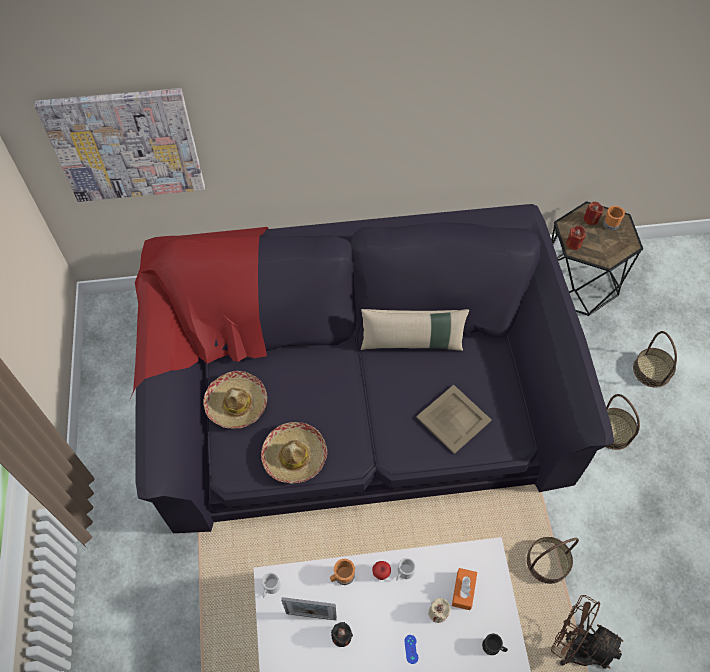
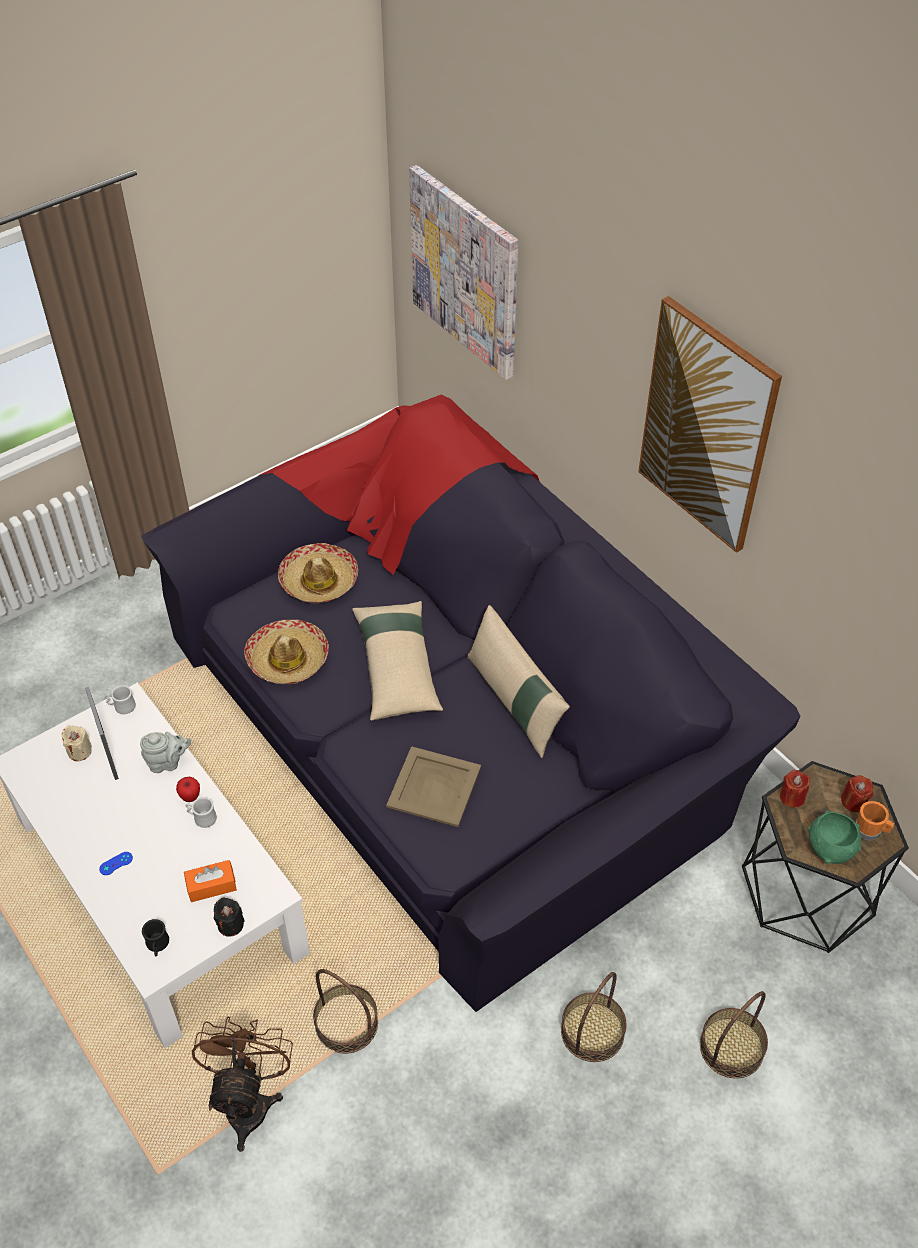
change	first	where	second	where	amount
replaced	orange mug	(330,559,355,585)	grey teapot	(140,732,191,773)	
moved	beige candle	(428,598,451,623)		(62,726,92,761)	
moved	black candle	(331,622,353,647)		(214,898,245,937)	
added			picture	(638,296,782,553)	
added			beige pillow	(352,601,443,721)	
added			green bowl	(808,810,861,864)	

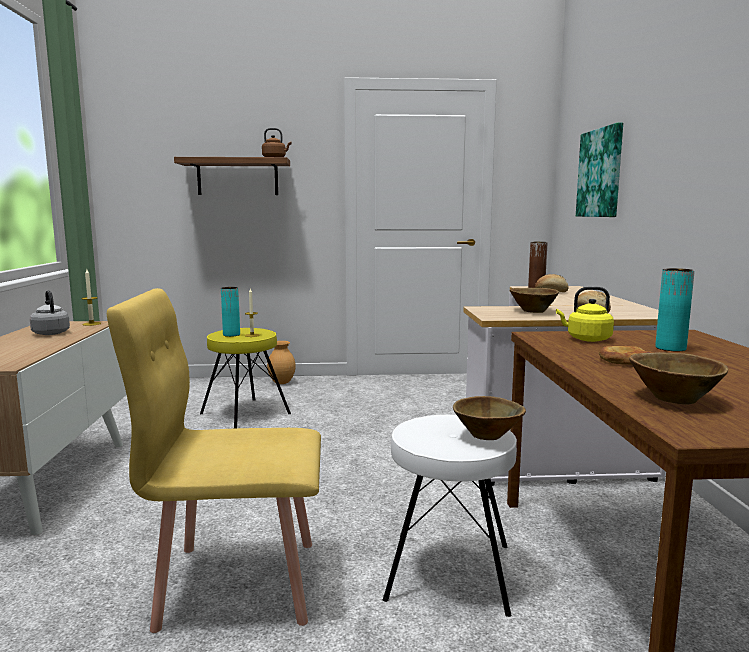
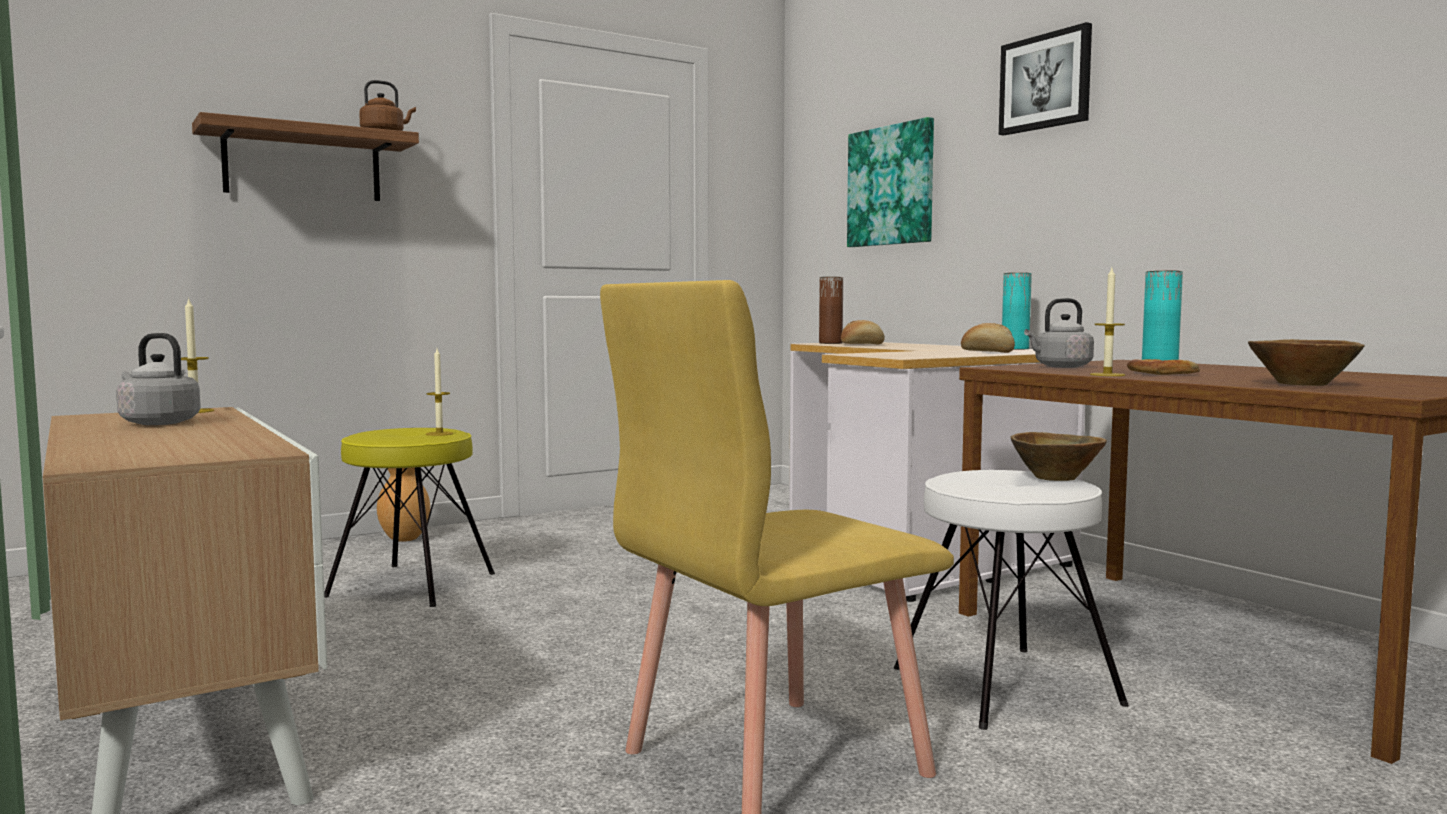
change	first	where	second	where	amount
recoloured	yellow kettle	(556,286,614,342)	grey kettle	(1024,298,1094,368)	
moved	turquoise vase	(221,287,240,337)		(1002,273,1032,350)	
removed	brown bowl	(510,288,559,313)			
added			picture	(999,22,1092,135)	
added			candle	(1090,268,1125,376)	

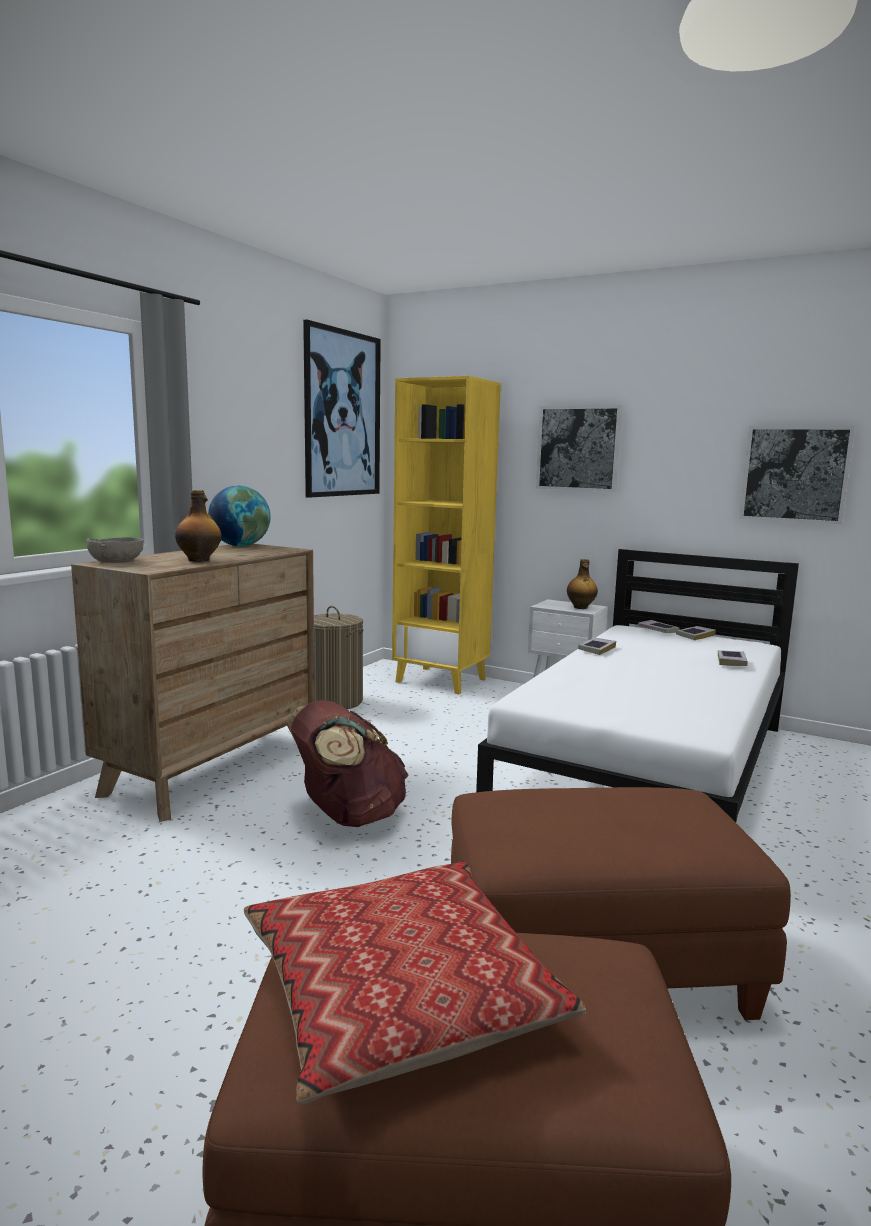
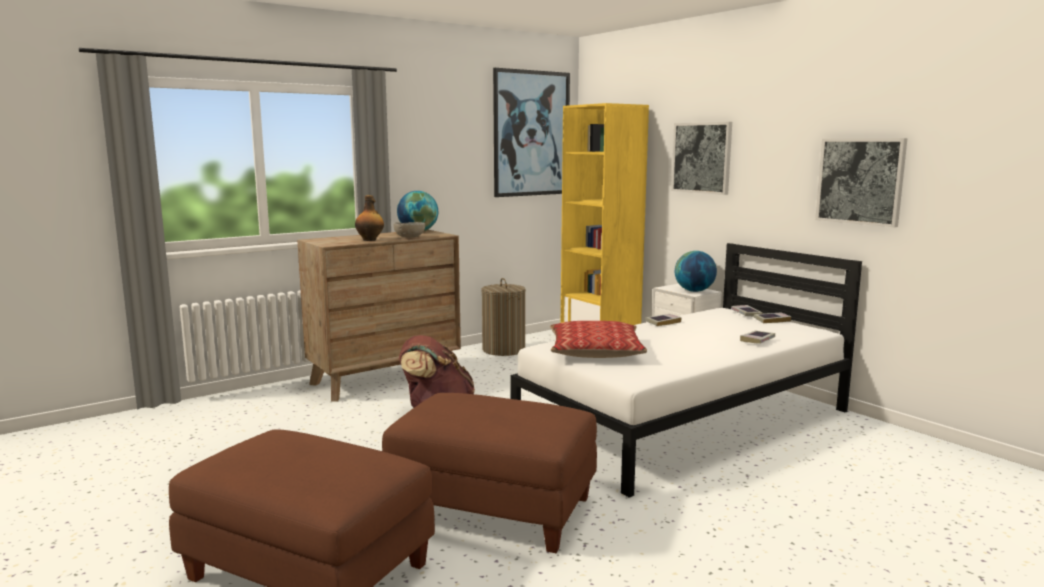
change	first	where	second	where	amount
moved	grey bowl	(86,537,144,563)		(394,222,425,237)	
replaced	bottle	(567,559,598,609)	globe	(675,251,717,292)	
moved	pillow	(244,861,586,1104)		(550,321,647,358)	

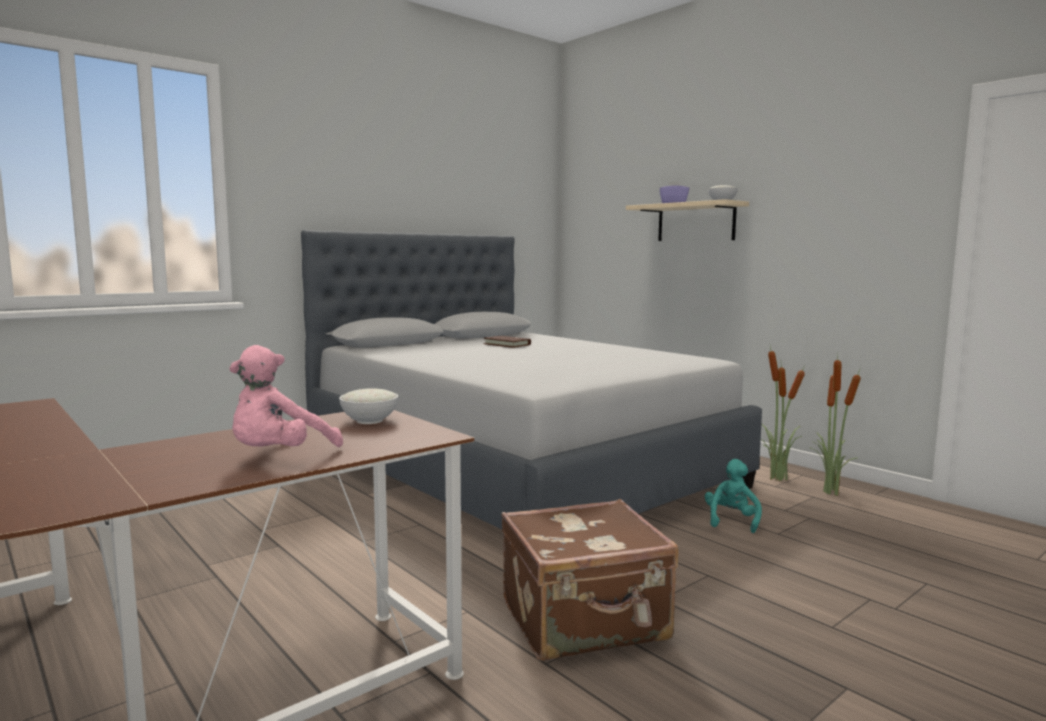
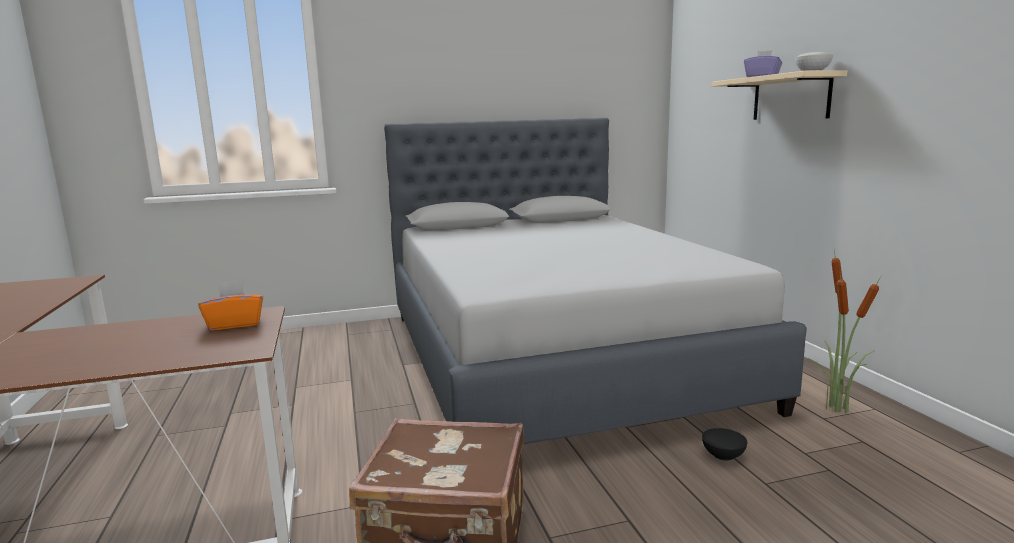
change	first	where	second	where	amount
removed	brown book	(484,336,531,348)			
removed	pink plush toy	(229,345,343,447)			
removed	potted plant	(809,357,861,496)			
replaced	white bowl	(339,388,398,424)	orange tissue box	(198,279,263,331)	
replaced	turquoise plush toy	(705,459,762,533)	black bowl	(702,428,747,461)	

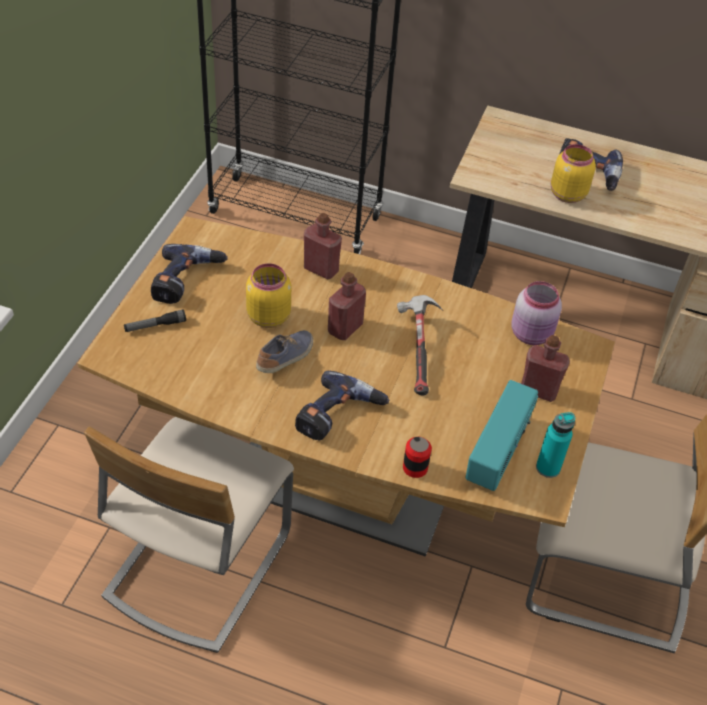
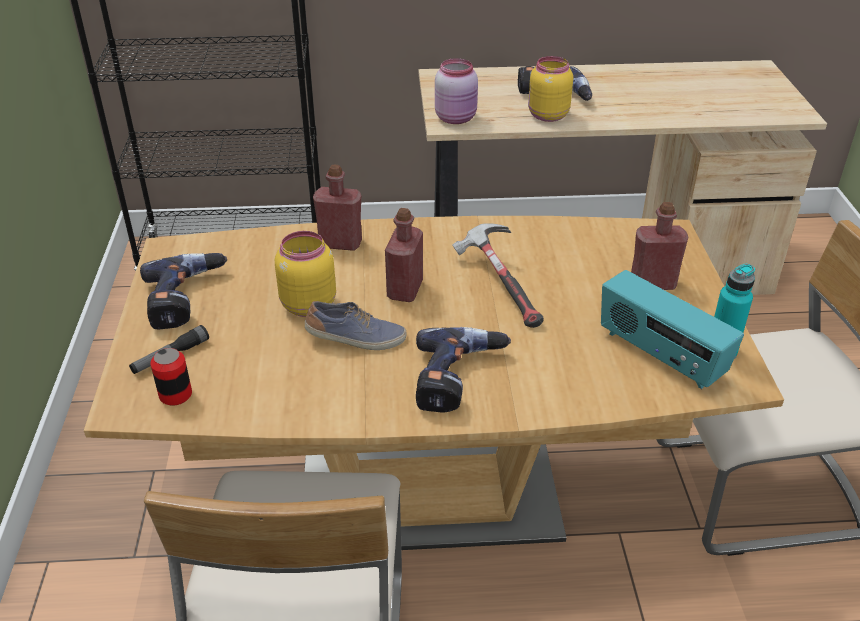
change	first	where	second	where	amount
moved	pink jar	(512,281,562,345)		(435,58,478,124)	
turned	shoe	(256,330,313,373)		(305,301,407,350)	75 degrees clockwise
turned	radio	(465,380,538,491)		(601,270,744,389)	135 degrees clockwise
moved	can	(403,437,432,478)		(150,348,192,406)	

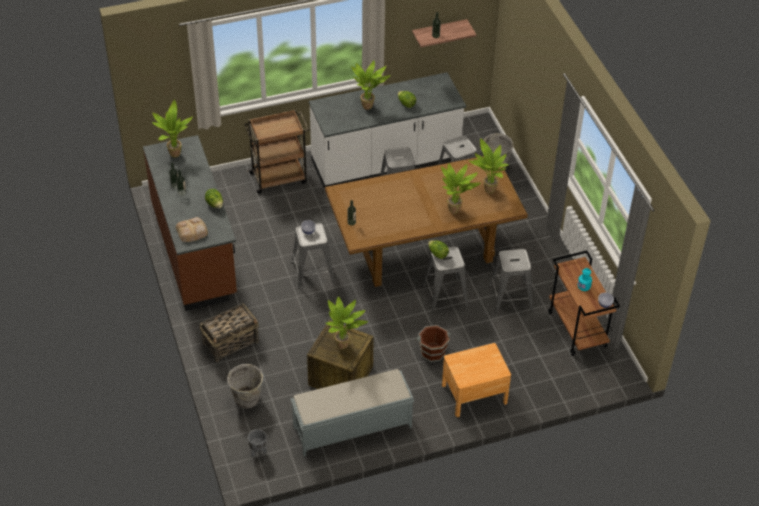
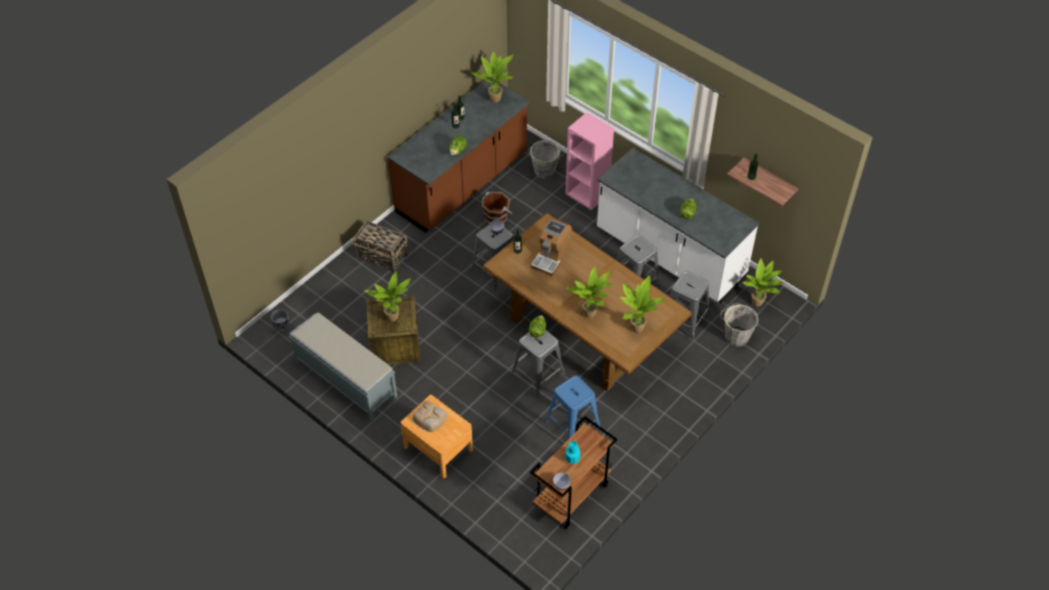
change	first	where	second	where	amount
moved	potted plant	(351,61,391,110)		(742,259,784,307)	
replaced	brown cart	(244,110,309,194)	pink bookcase	(565,112,614,210)	
moved	bread	(176,217,208,242)		(412,400,447,432)	
recoloured	grey stool	(489,249,532,314)	blue stool	(545,375,600,438)	
moved	brown bucket	(415,325,451,362)		(482,192,512,223)	
moved	grey bucket	(227,364,265,409)		(528,140,561,179)	
added			coffee machine	(531,218,572,276)	

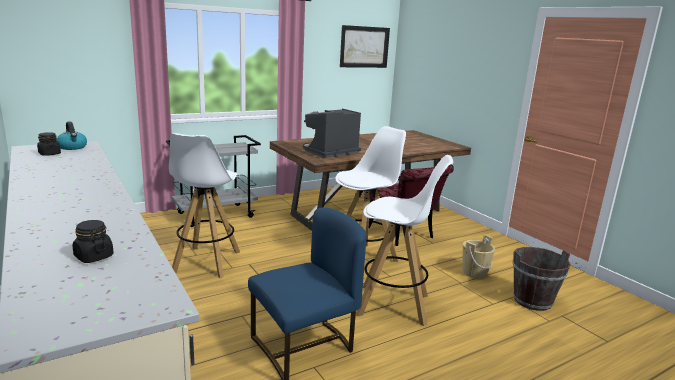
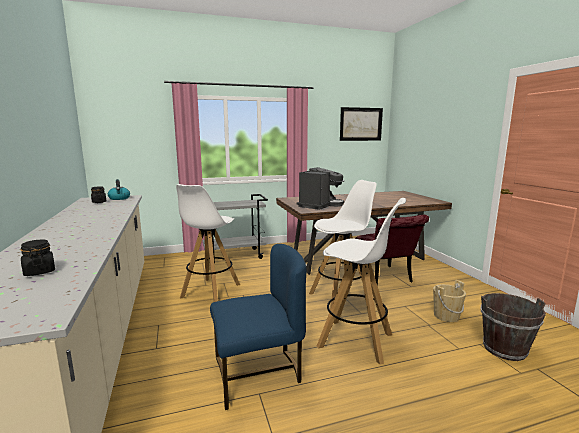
change	first	where	second	where	amount
turned	coffee machine	(303,109,361,158)		(297,167,345,210)	150 degrees clockwise

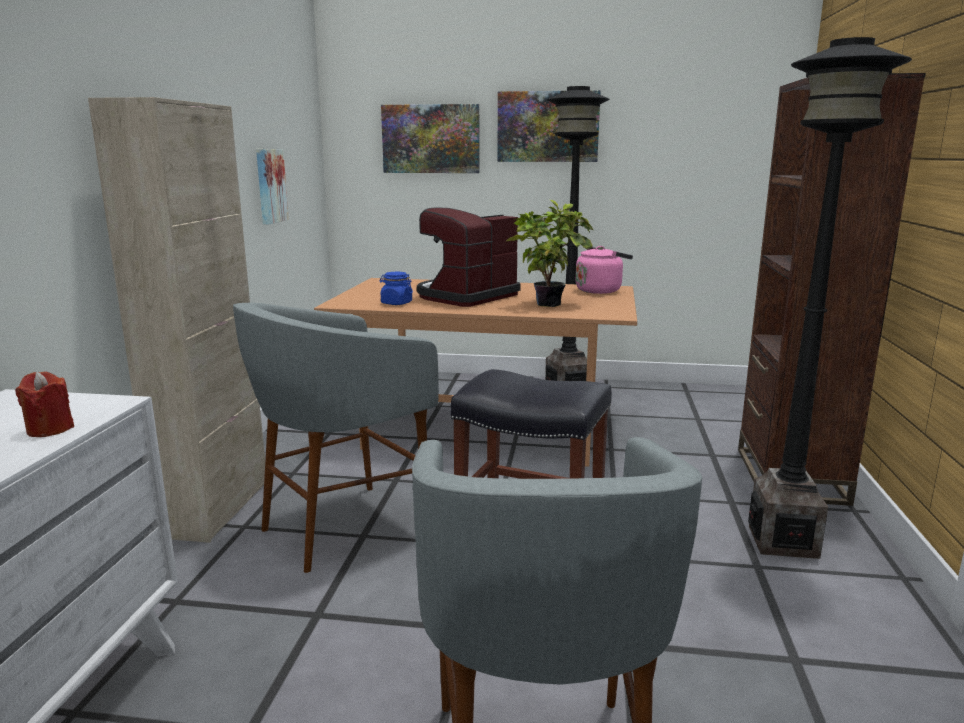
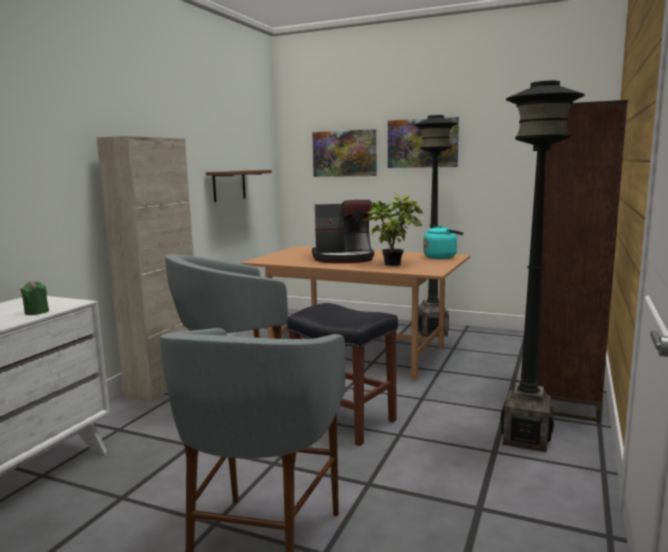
change	first	where	second	where	amount
replaced	picture	(256,149,289,224)	brown shelf	(206,170,272,202)	
turned	coffee machine	(417,207,520,307)		(312,200,374,263)	150 degrees counterclockwise
recoloured	pink kettle	(575,246,633,294)	turquoise kettle	(423,225,464,259)	
removed	blue jar	(379,272,413,305)			
recoloured	red candle	(15,372,74,437)	green candle	(21,281,49,315)	

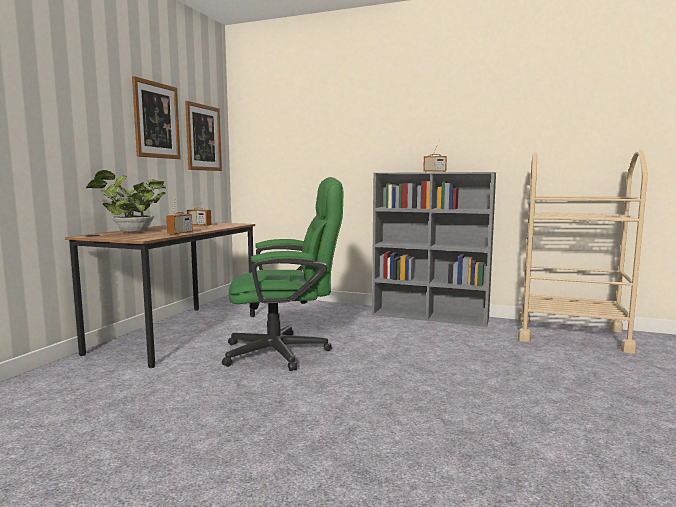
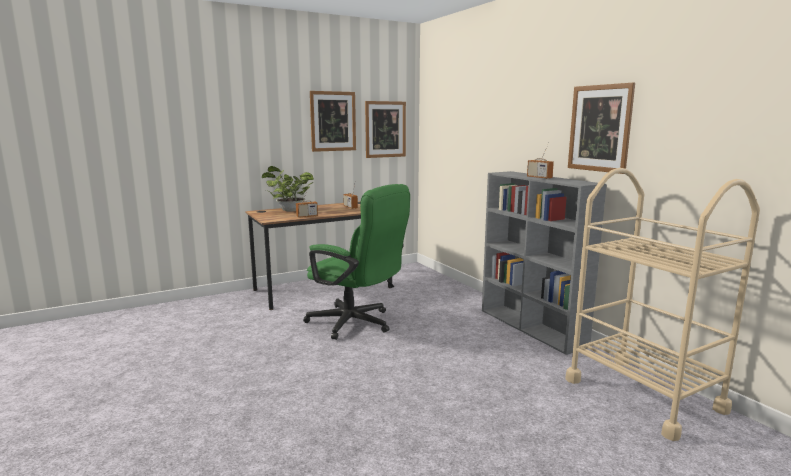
change	first	where	second	where	amount
added			picture	(568,83,635,174)	

